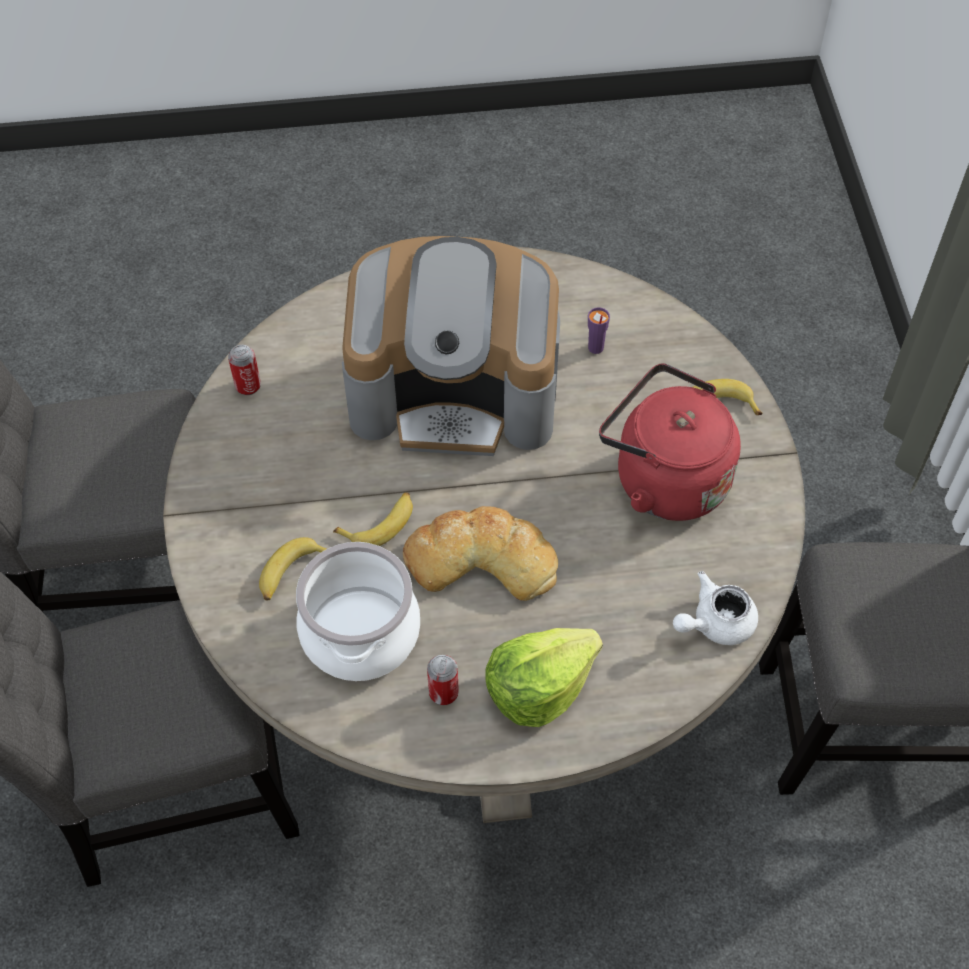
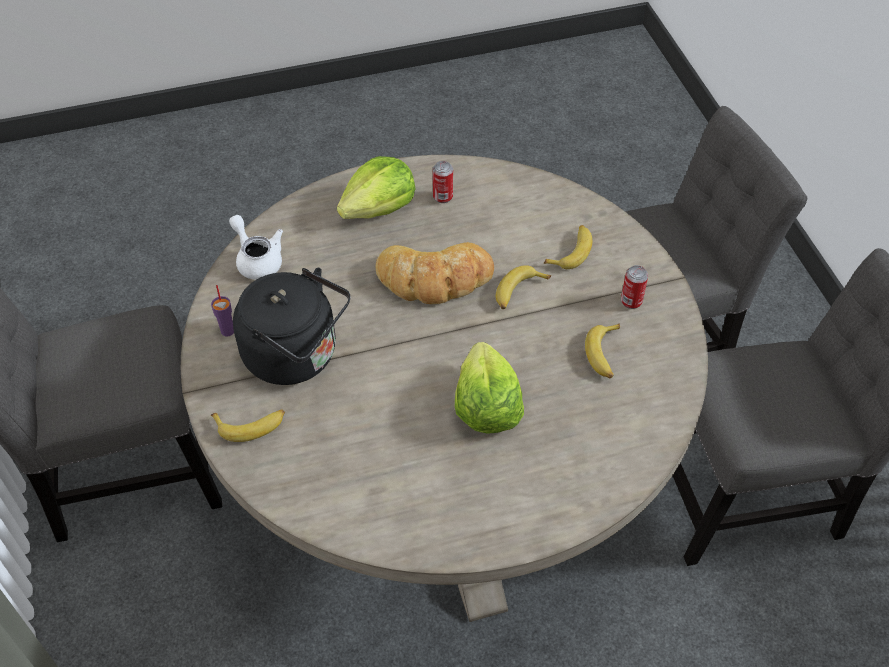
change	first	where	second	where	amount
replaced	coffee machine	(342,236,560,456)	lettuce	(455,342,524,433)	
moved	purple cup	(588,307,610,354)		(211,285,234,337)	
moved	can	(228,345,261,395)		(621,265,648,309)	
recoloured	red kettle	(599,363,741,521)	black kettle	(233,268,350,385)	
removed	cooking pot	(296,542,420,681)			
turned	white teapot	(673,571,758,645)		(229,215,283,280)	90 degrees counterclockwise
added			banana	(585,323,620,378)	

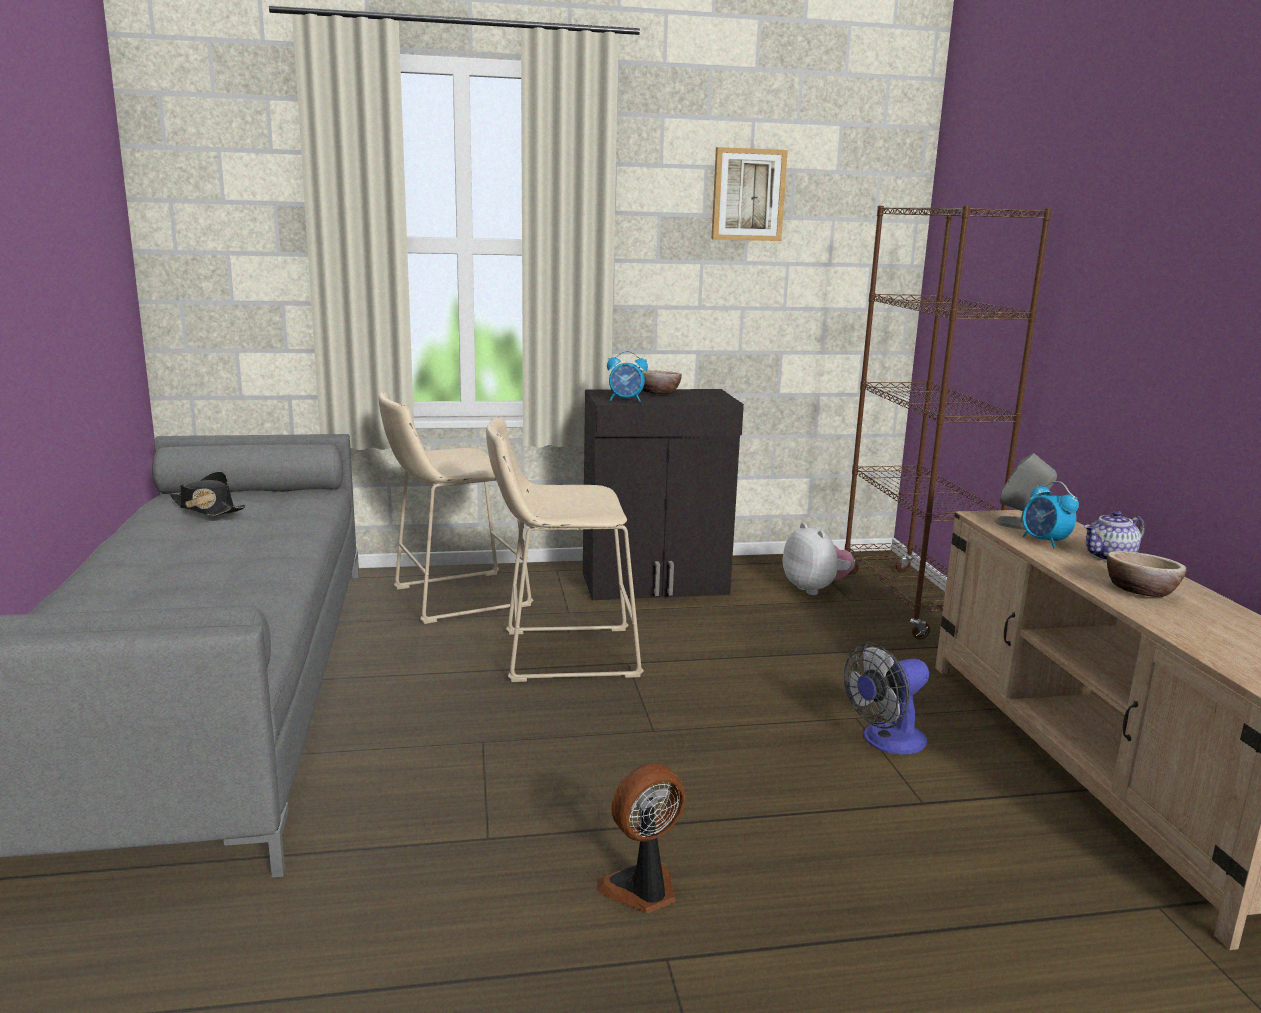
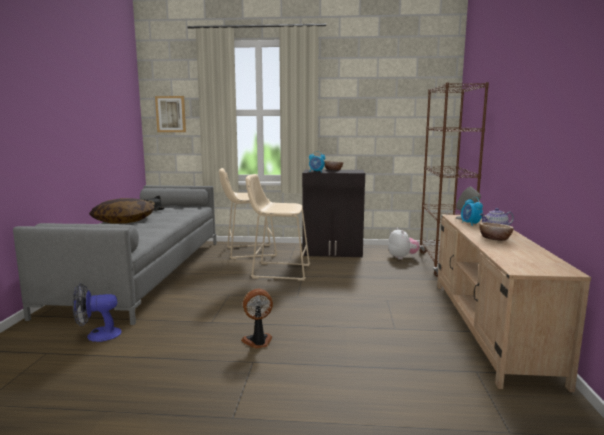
change	first	where	second	where	amount
moved	picture	(711,147,788,241)		(155,96,186,132)	
moved	fan	(844,643,929,755)		(72,283,122,342)	
added			pillow	(89,198,155,223)	

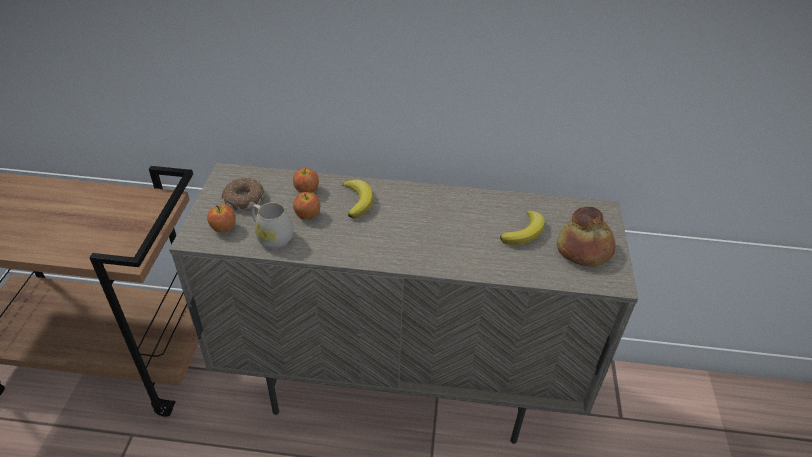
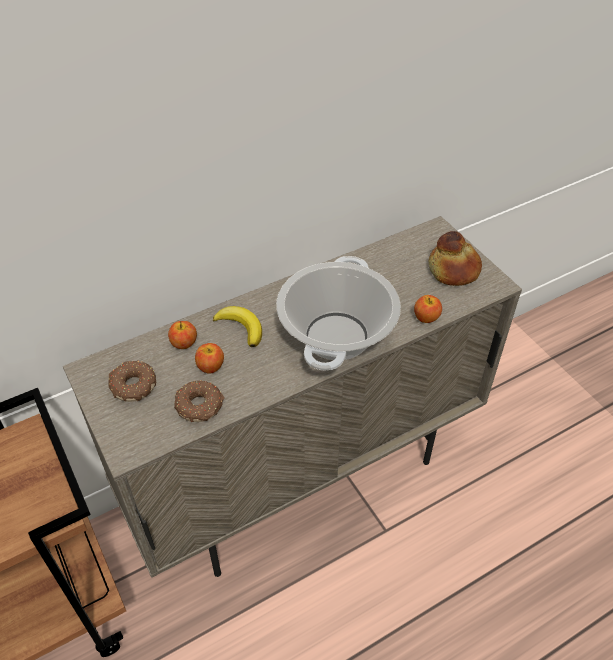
change	first	where	second	where	amount
replaced	white mug	(251,202,293,249)	donut	(174,380,224,422)	
moved	apple	(207,205,235,233)		(414,295,442,323)	
removed	banana	(500,210,545,245)			
added			cooking pot	(276,256,401,371)	

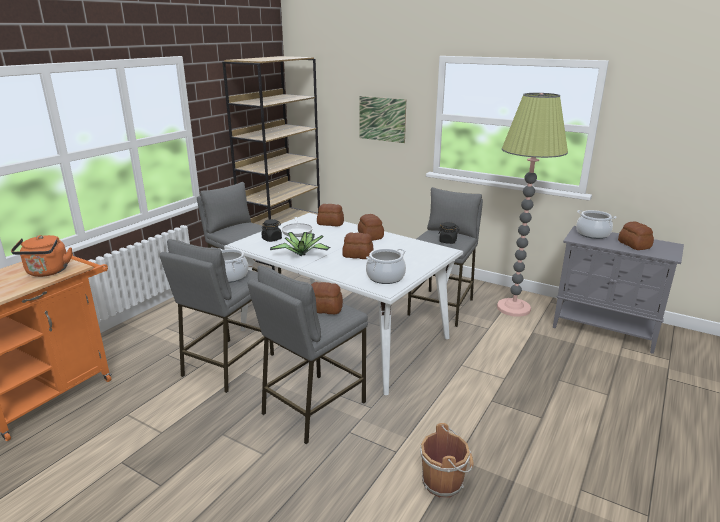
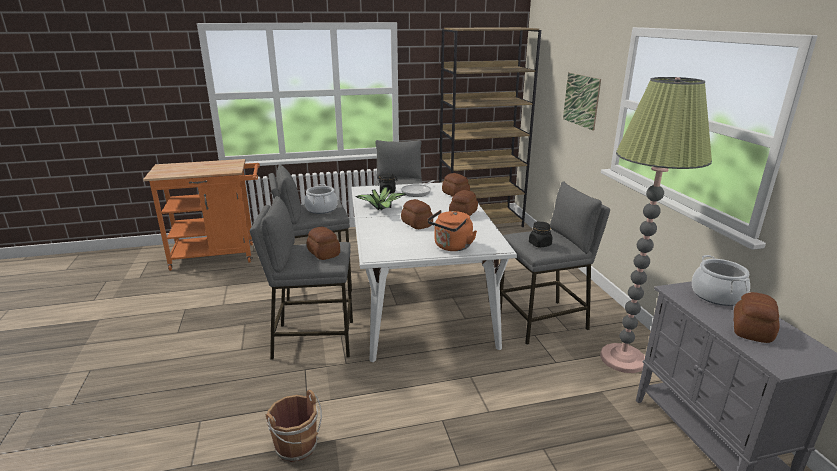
change	first	where	second	where	amount
moved	orange kettle	(11,235,72,277)		(427,210,477,251)	
removed	cooking pot	(366,248,406,284)			

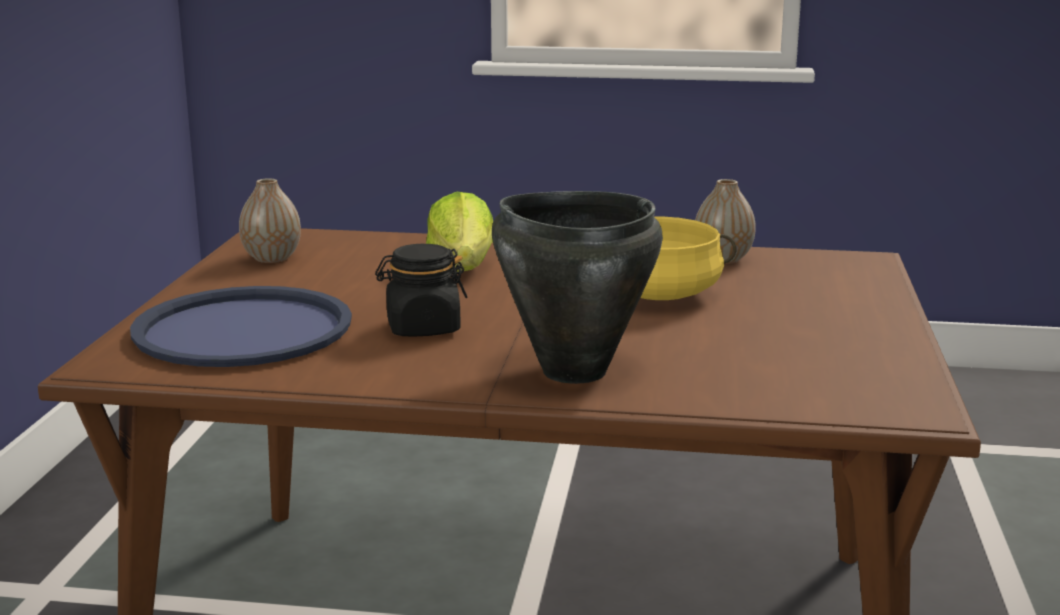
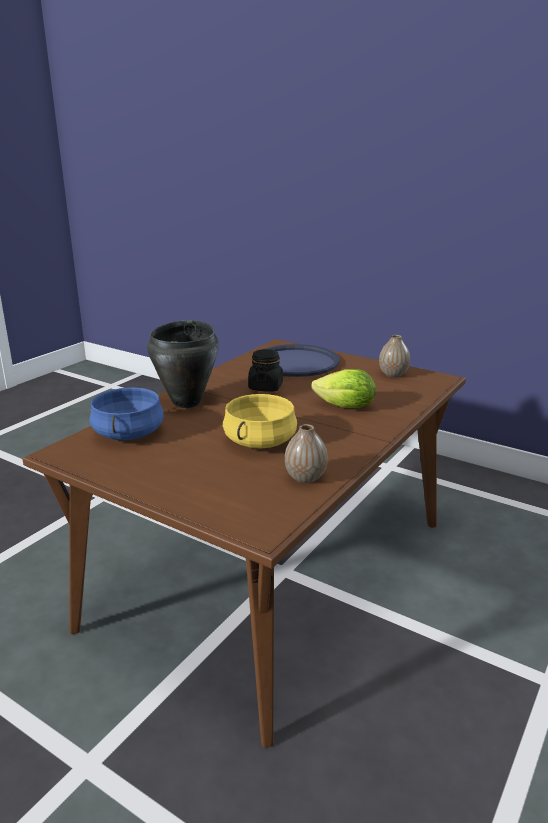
change	first	where	second	where	amount
added			blue cooking pot	(90,387,164,440)	

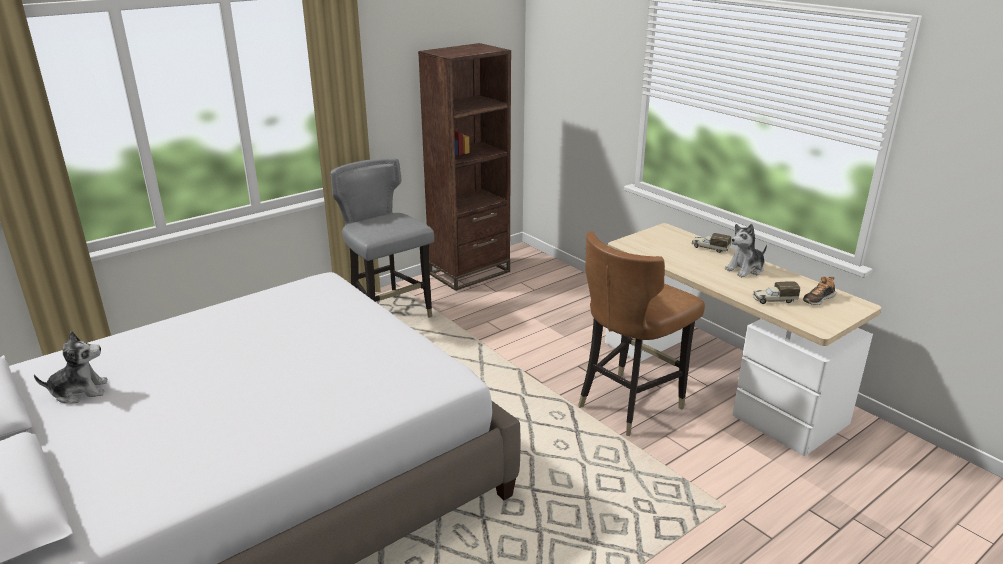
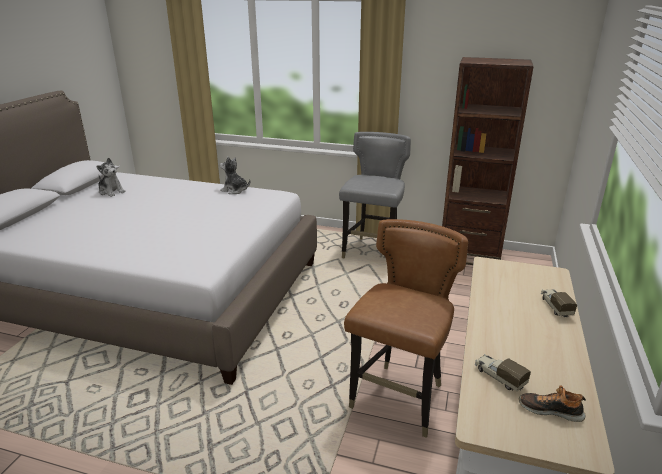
change	first	where	second	where	amount
moved	plush toy	(725,224,767,277)		(220,157,250,194)	
turned	brown chair	(578,231,705,436)		(344,219,468,438)	105 degrees clockwise

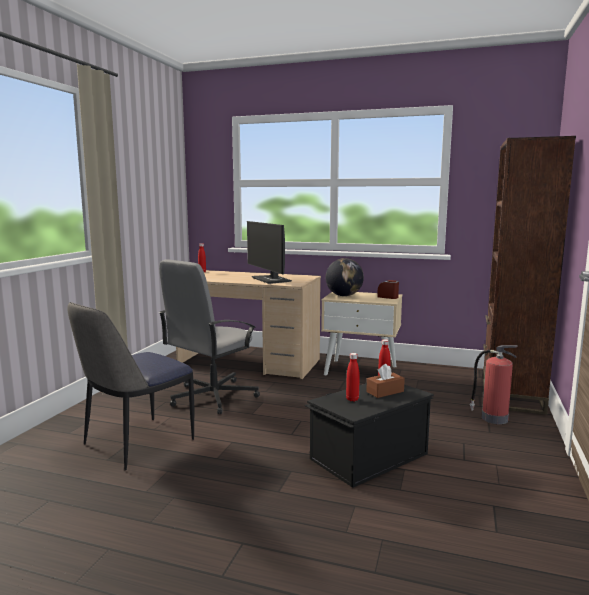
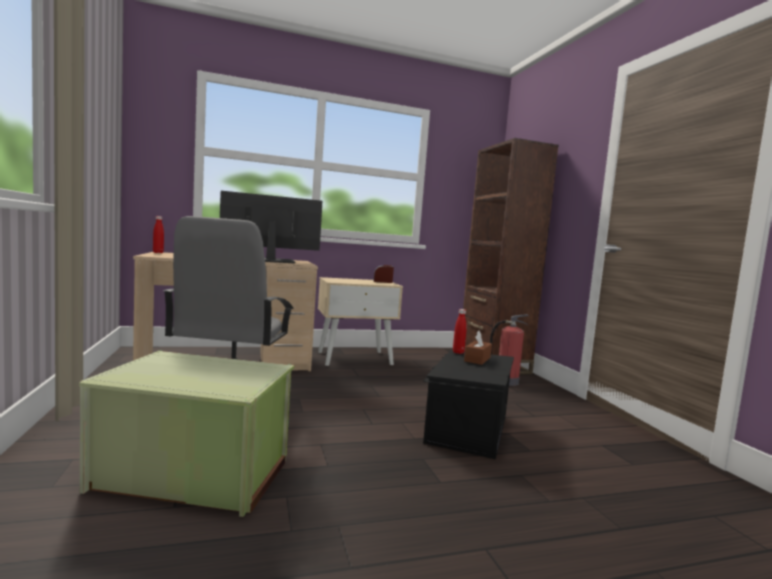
change	first	where	second	where	amount
turned	monitor	(247,221,292,284)		(220,191,322,263)	135 degrees clockwise
removed	globe	(326,258,364,296)			
replaced	chair	(67,302,194,470)	green storage box	(79,351,294,517)	
removed	red bottle	(346,353,360,401)			

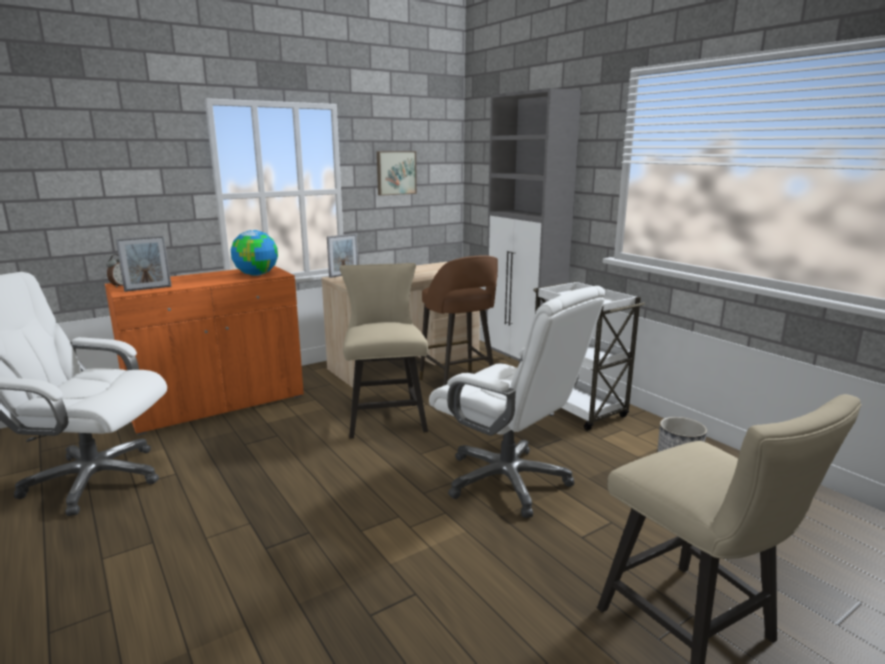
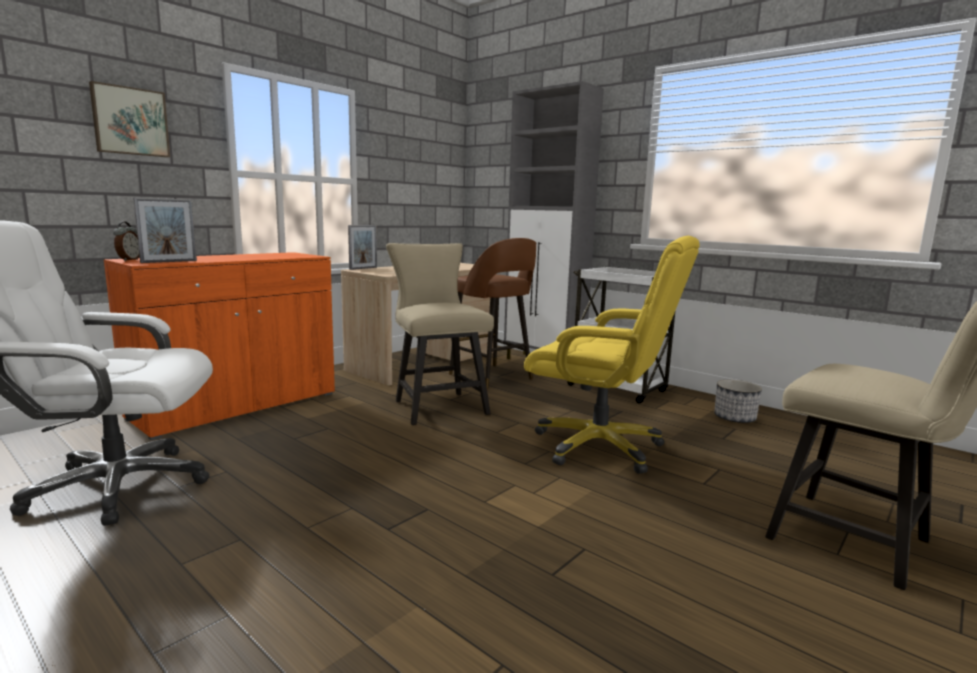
change	first	where	second	where	amount
moved	picture	(377,151,417,196)		(89,81,170,157)	
removed	globe	(231,230,278,276)			
recoloured	white office chair	(429,286,605,518)	yellow office chair	(524,236,700,474)	

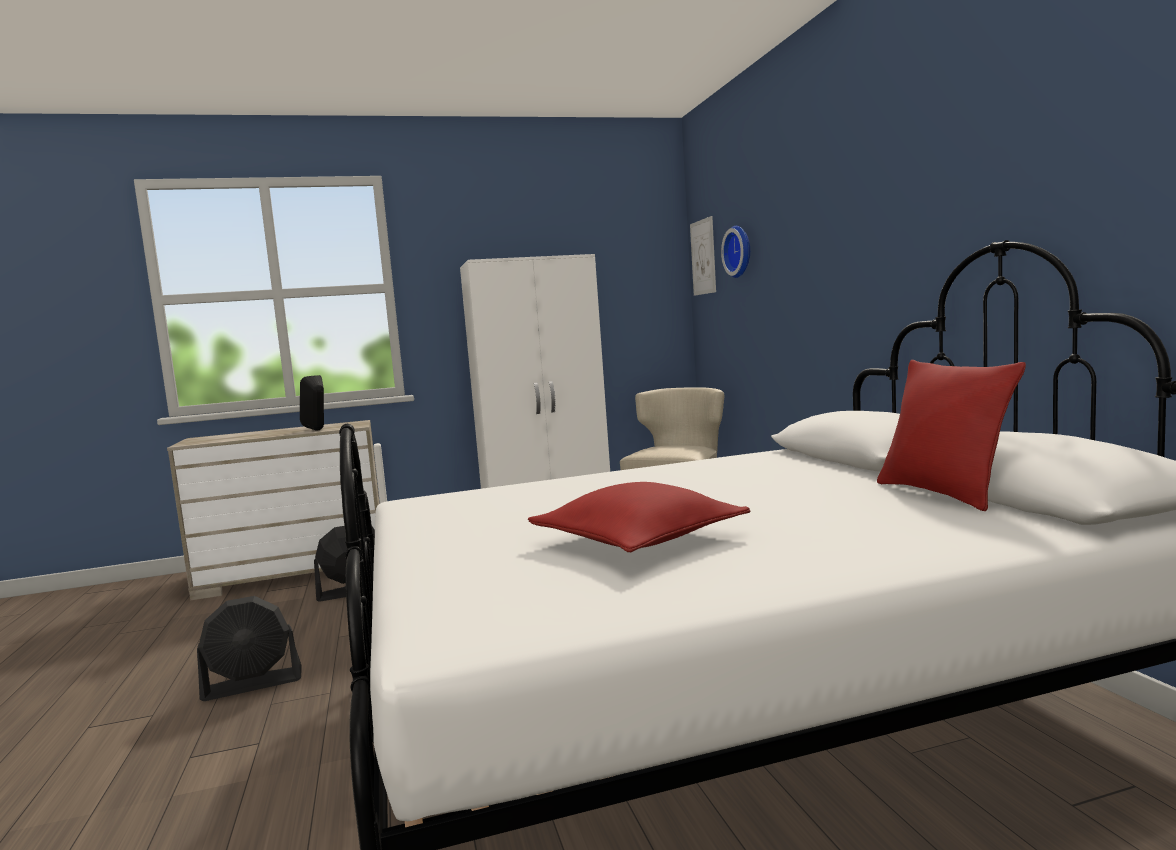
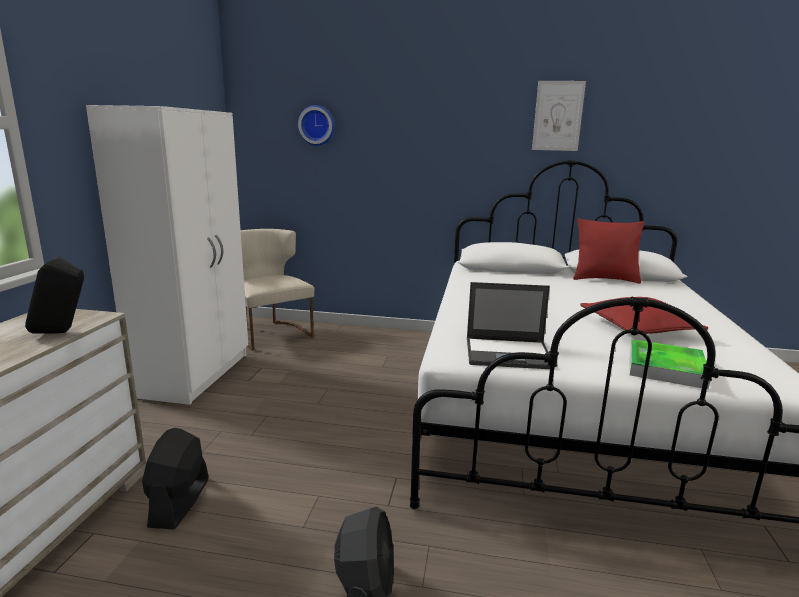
change	first	where	second	where	amount
moved	picture	(690,216,716,296)		(532,81,586,151)	
added			laptop	(467,282,555,369)	
added			tray	(630,339,710,389)	

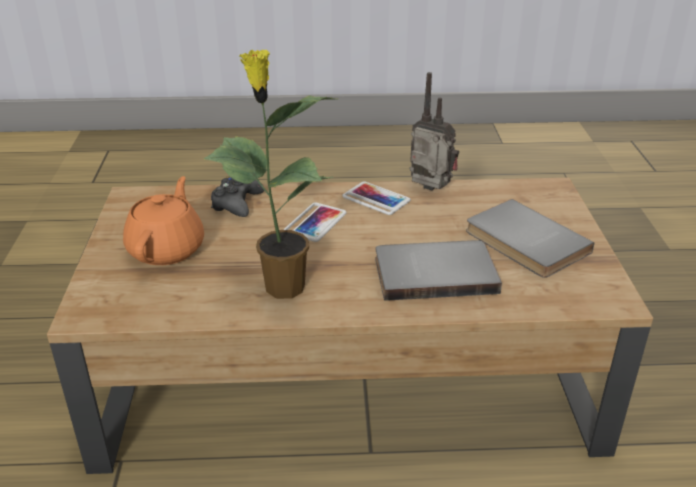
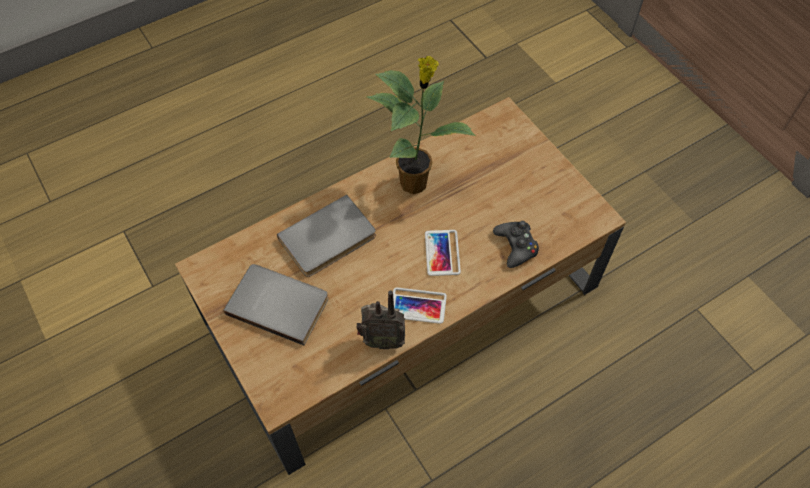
change	first	where	second	where	amount
removed	orange teapot	(123,176,204,265)			

